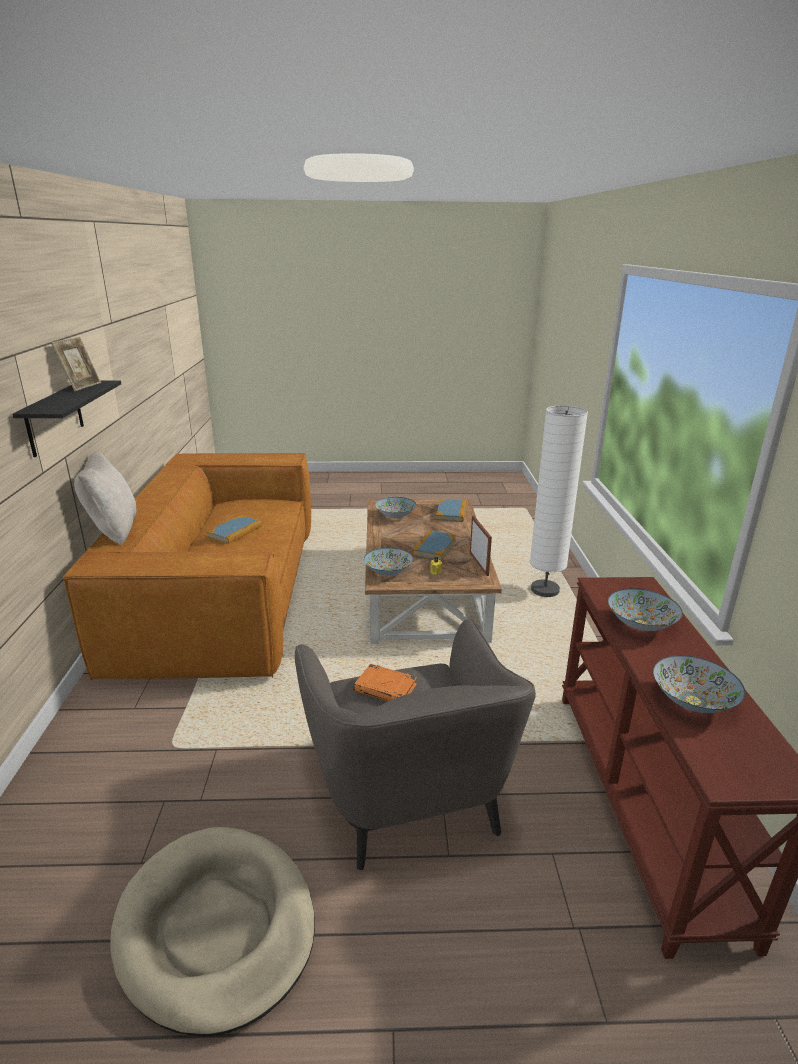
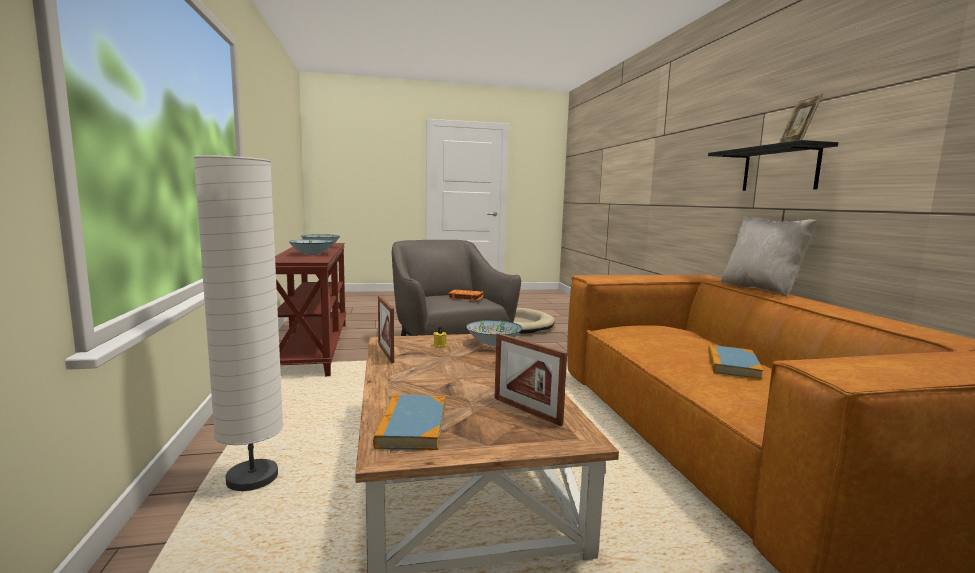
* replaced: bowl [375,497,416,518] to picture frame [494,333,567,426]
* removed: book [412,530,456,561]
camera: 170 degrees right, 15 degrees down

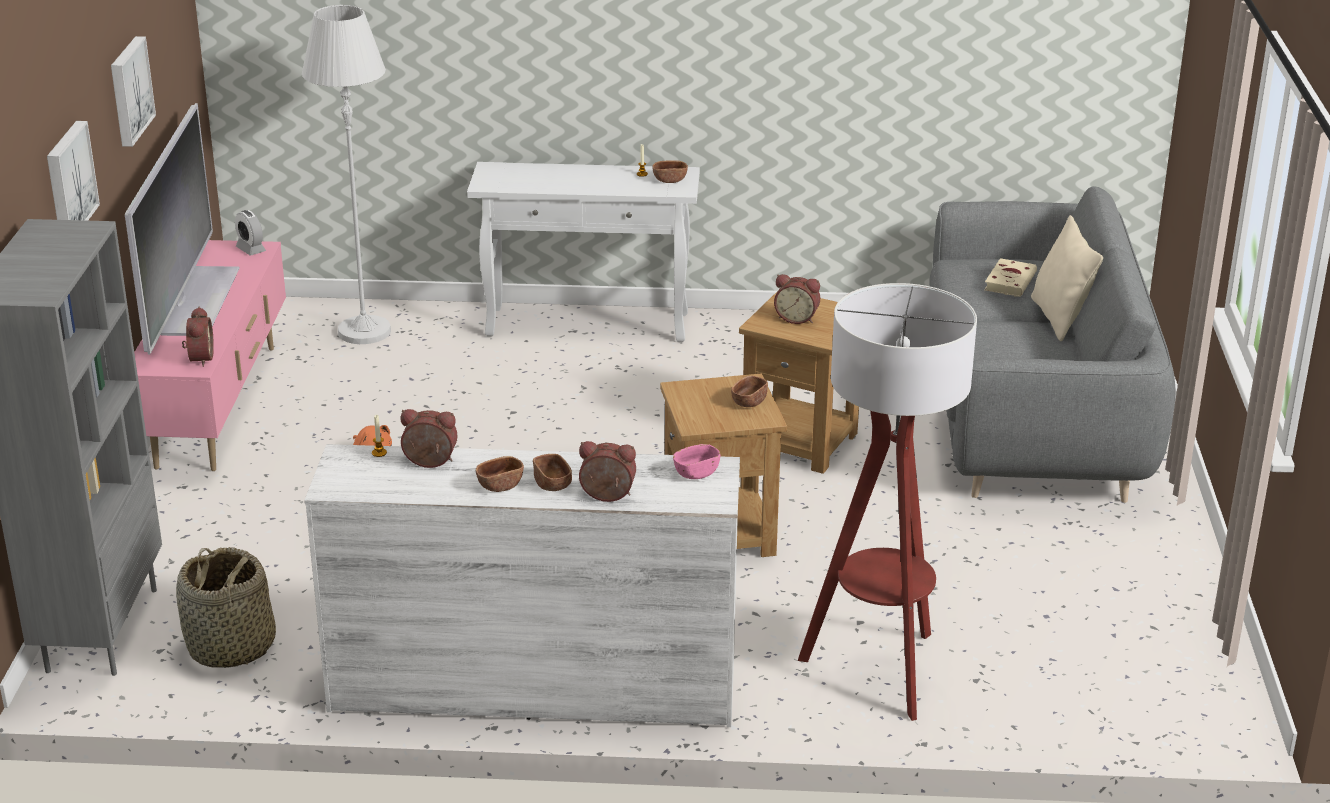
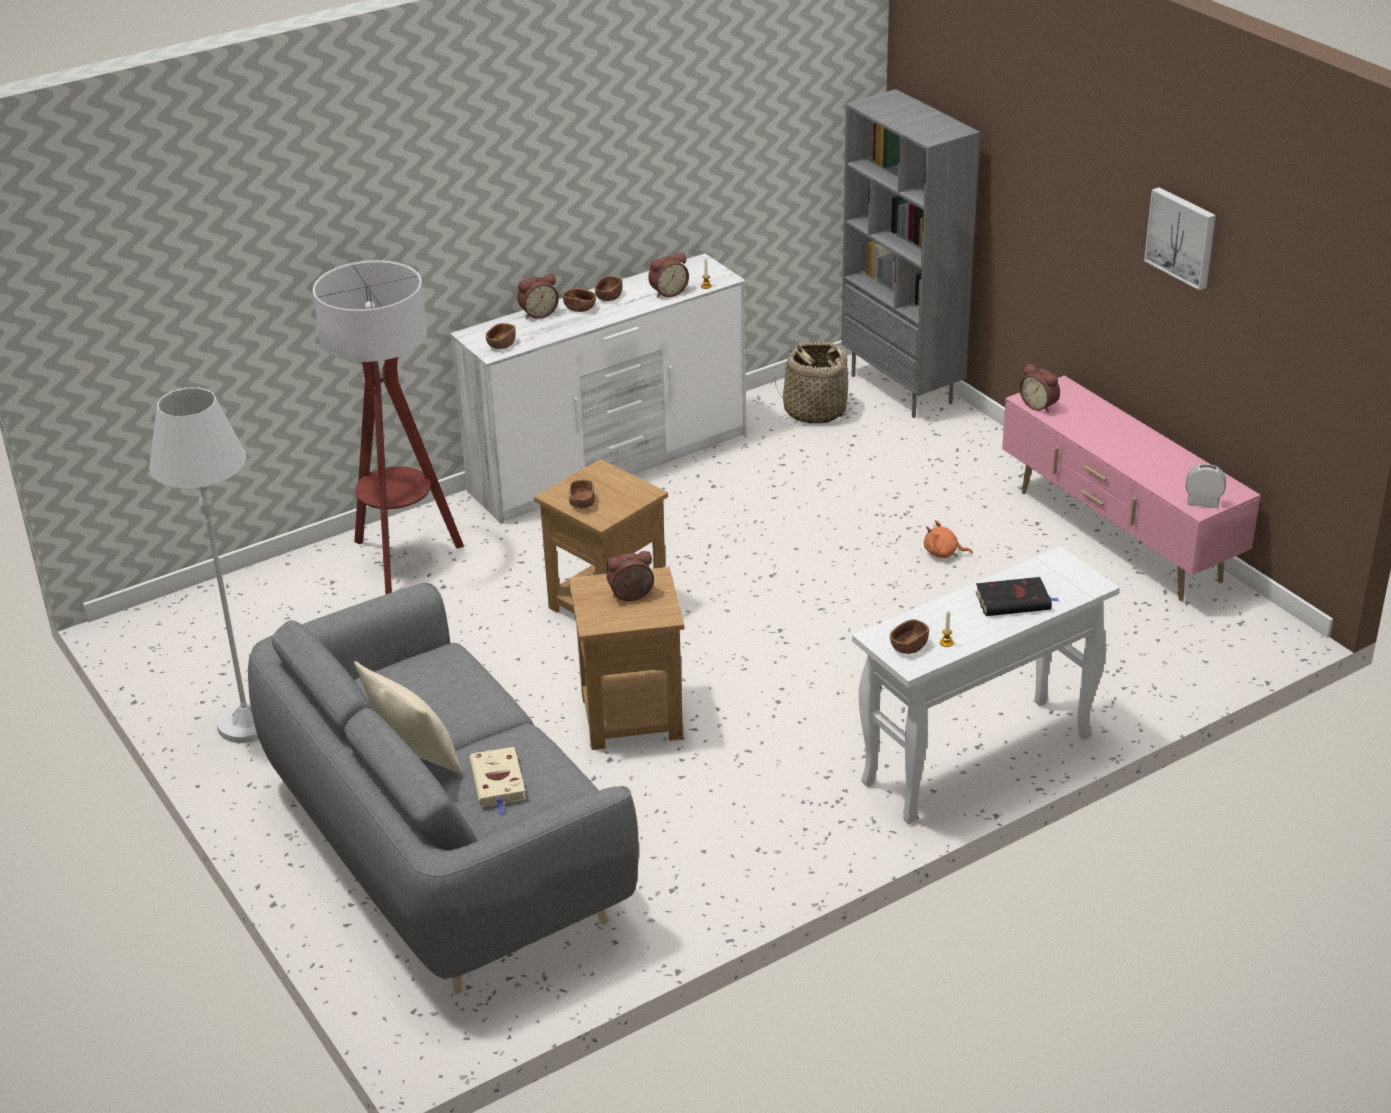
* moved: floor lamp (white) [302,5,391,344] to [149,387,259,743]
* recoloured: bowl (pink) [673,444,720,479] to bowl (brown) [486,323,516,349]
* added: book (black) [976,577,1060,616]
* removed: picture [47,121,100,221]
* removed: television [125,103,240,354]
camera: 145 degrees right, 5 degrees up

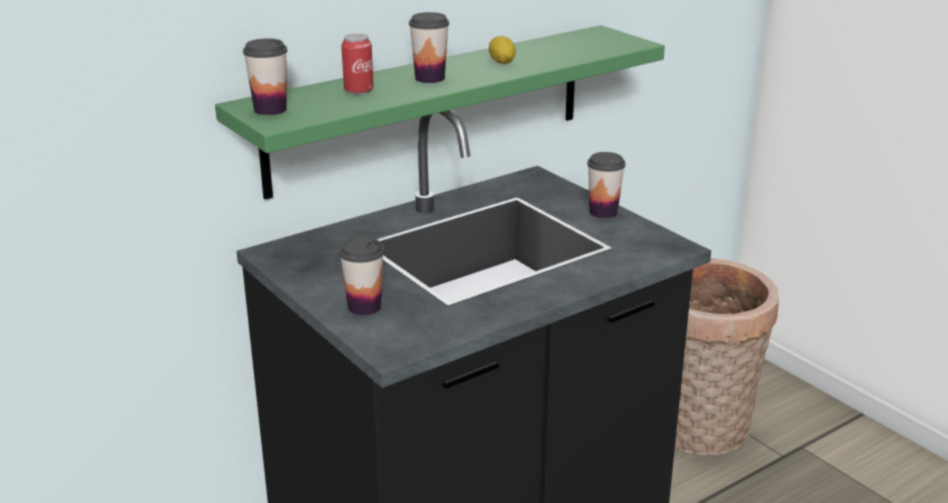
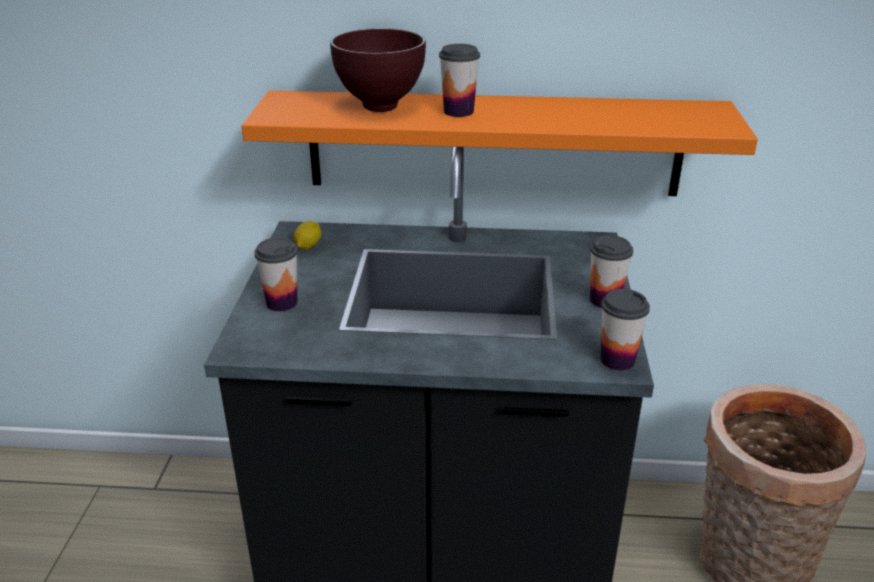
* recoloured: shelf (green) [215,25,665,199] to shelf (orange) [241,90,758,196]
* moved: lemon [489,36,516,64] to [294,221,321,250]
* replaced: can [341,34,374,94] to bowl (brown) [330,28,426,112]
* moved: cup [243,38,287,115] to [601,289,650,371]
camera: 40 degrees right, 5 degrees up

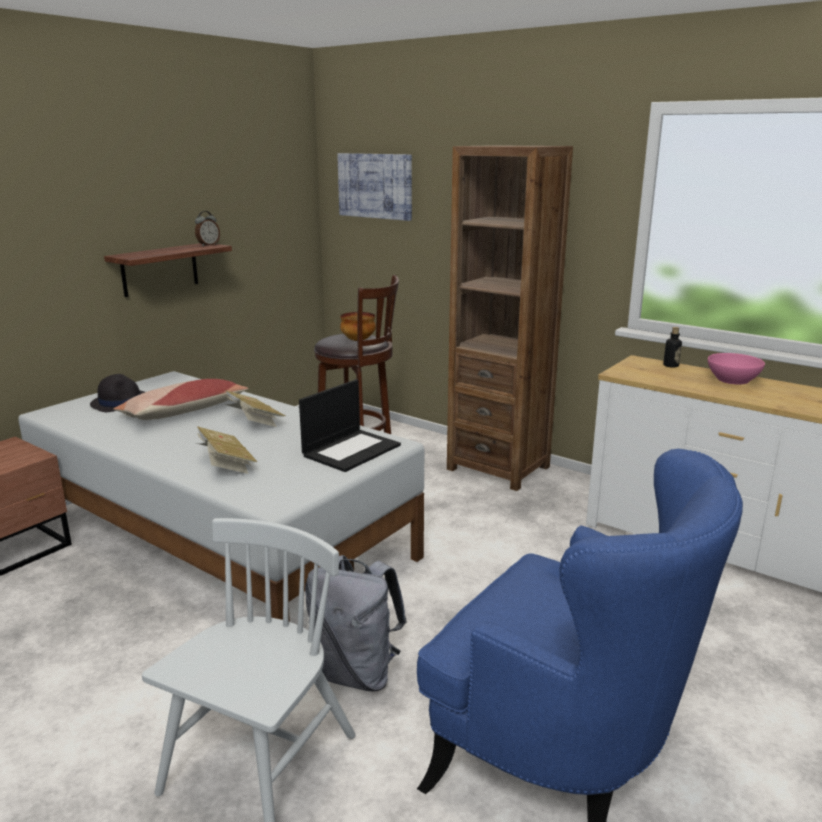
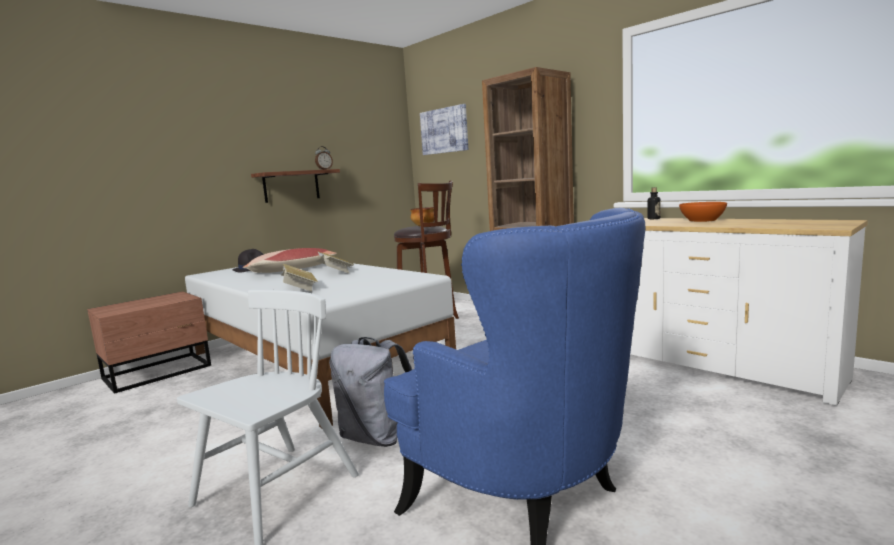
* recoloured: bowl (pink) [708,353,765,385] to bowl (orange) [679,202,727,222]
* removed: laptop [299,379,401,472]
camera: 10 degrees right, 10 degrees down

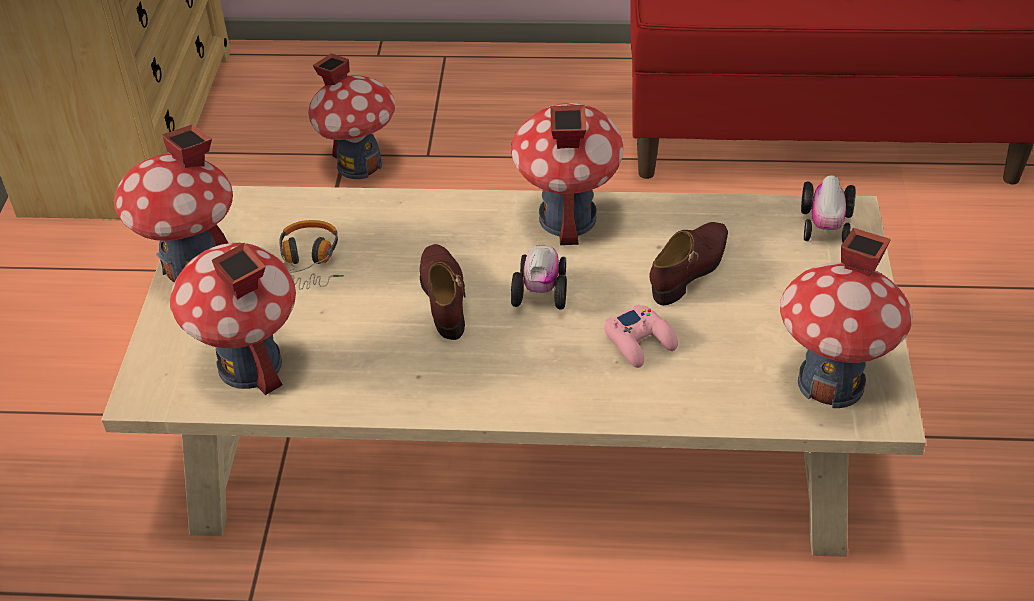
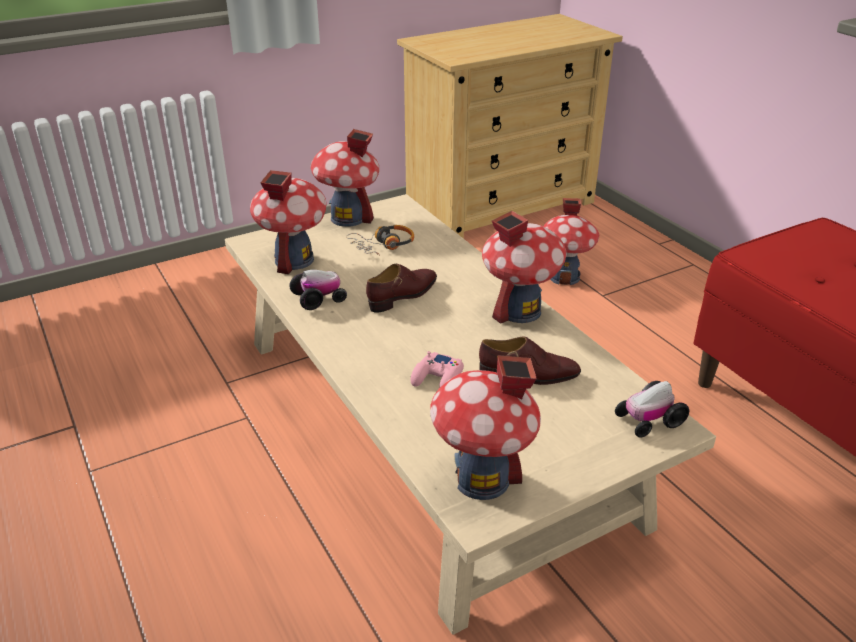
* moved: toy car [511,246,567,310] to [289,270,347,310]
camera: 55 degrees right, 10 degrees down

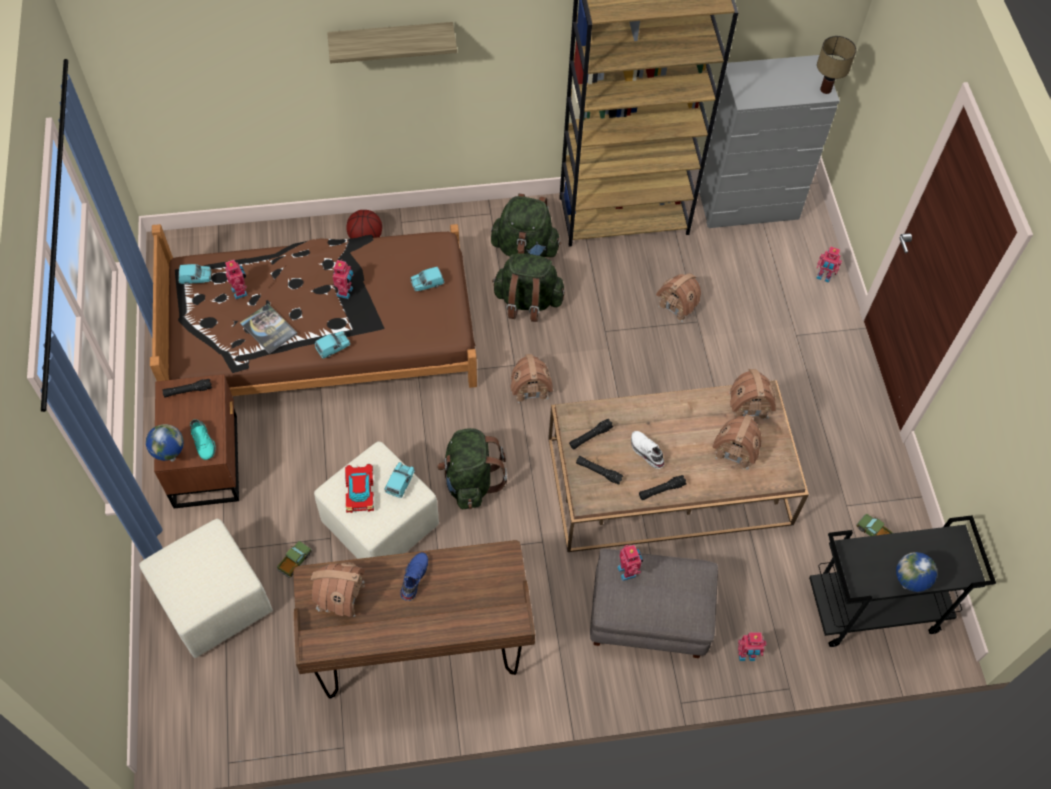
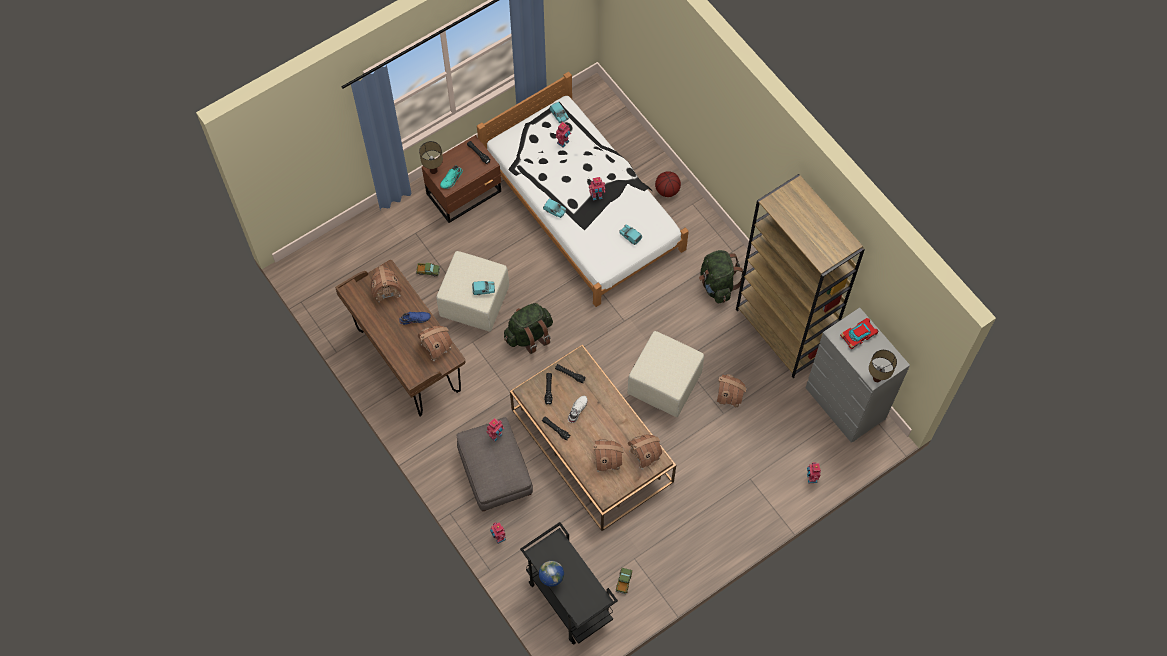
* moved: toy house [511,354,553,403] to [418,326,452,361]
* replaced: globe [146,424,184,461] to table lamp [419,141,443,174]
* recoloured: bed (brown) [150,224,477,396] to bed (white) [477,72,689,307]
* moved: ottoman (beige) [139,519,273,658] to [627,331,704,417]
* moved: toy car [345,464,374,513] to [840,318,878,349]
* removed: book [240,304,297,354]
* removed: shelf [327,22,457,63]
* removed: backpack (green) [492,253,565,322]
camera: 65 degrees right, 5 degrees up

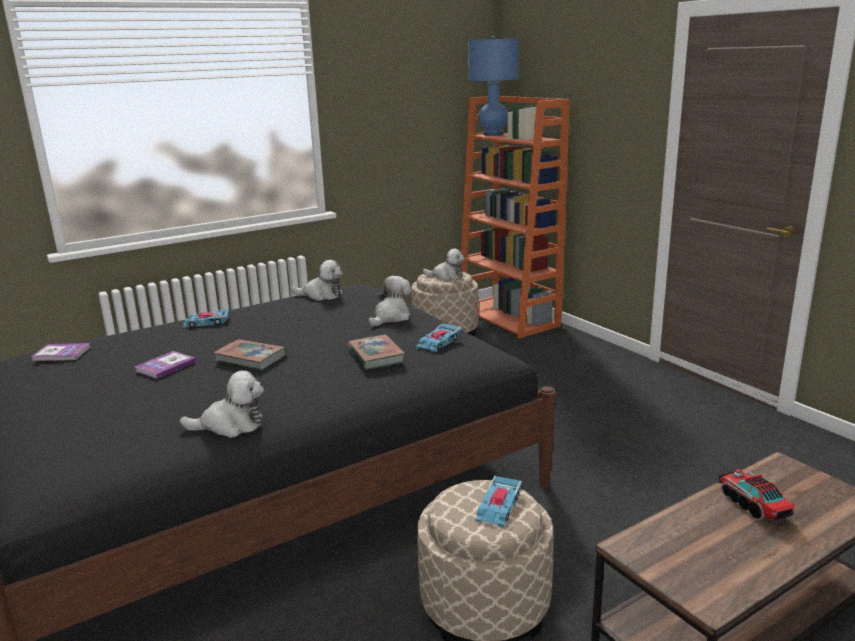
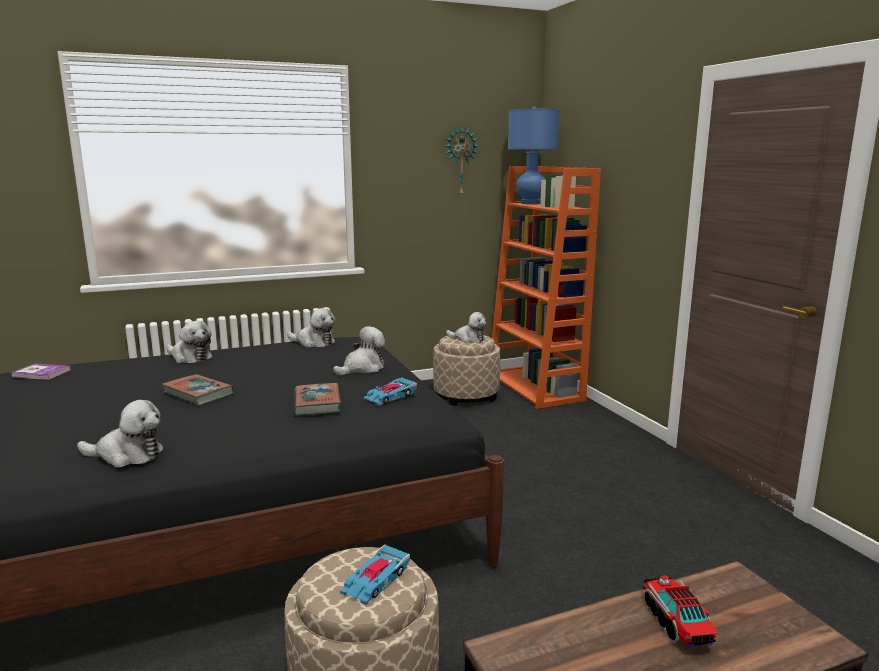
* replaced: toy car [183,309,230,328] to plush toy [166,321,213,363]
* added: wall clock [445,126,478,197]
* removed: book [135,351,196,379]
camera: 10 degrees right, 5 degrees down

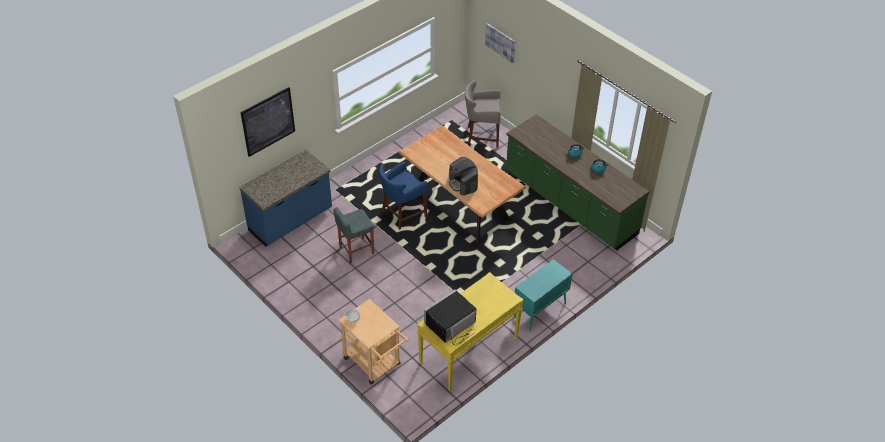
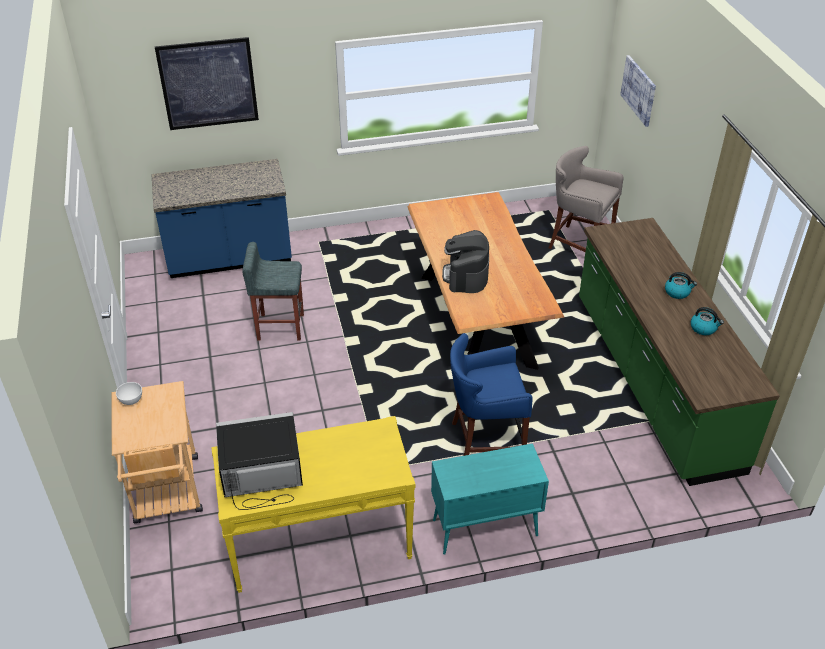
* moved: stool (blue) [379,162,428,230] to [450,333,533,456]
camera: 30 degrees right, 5 degrees down

